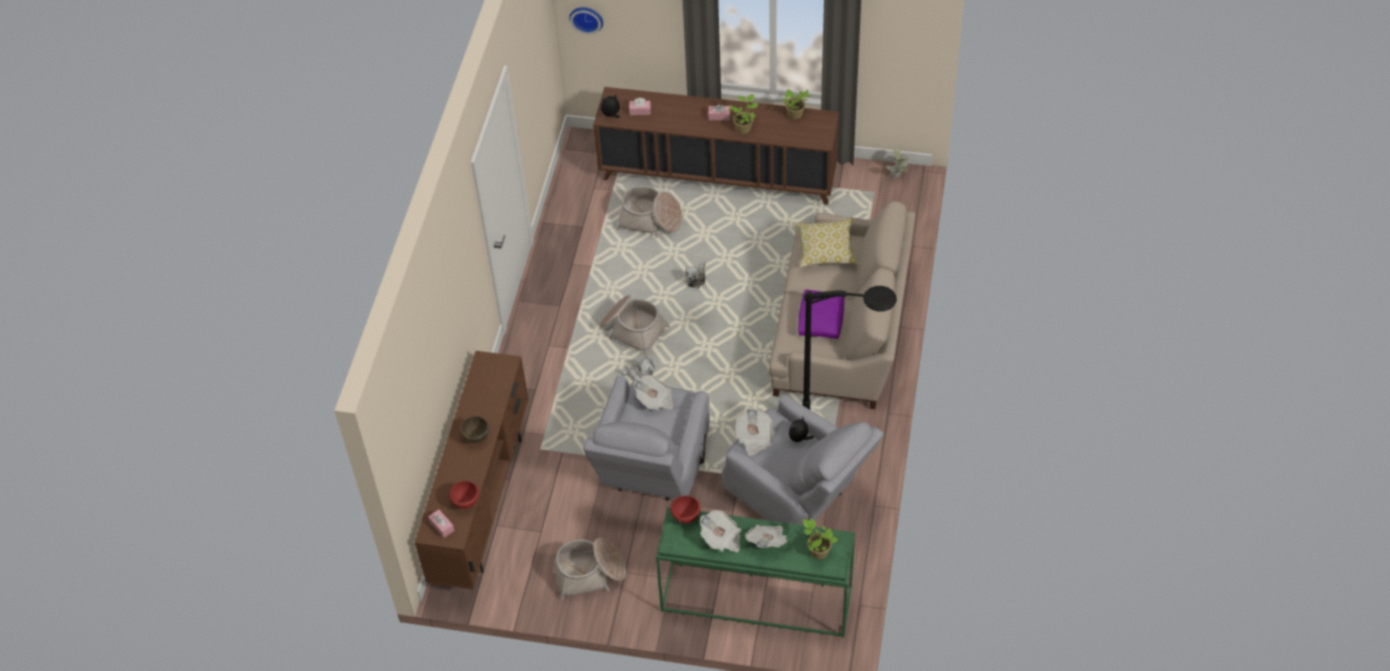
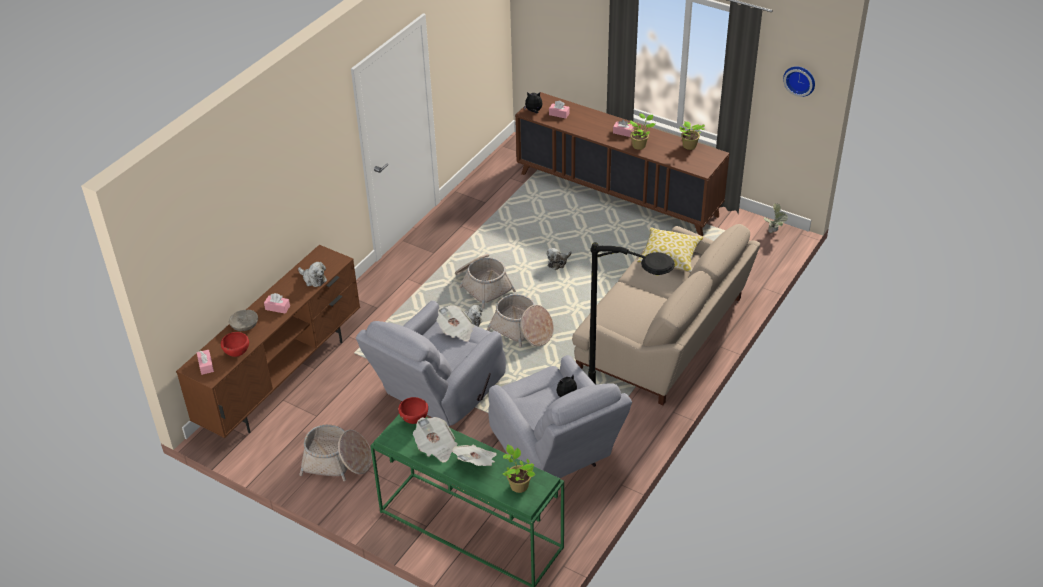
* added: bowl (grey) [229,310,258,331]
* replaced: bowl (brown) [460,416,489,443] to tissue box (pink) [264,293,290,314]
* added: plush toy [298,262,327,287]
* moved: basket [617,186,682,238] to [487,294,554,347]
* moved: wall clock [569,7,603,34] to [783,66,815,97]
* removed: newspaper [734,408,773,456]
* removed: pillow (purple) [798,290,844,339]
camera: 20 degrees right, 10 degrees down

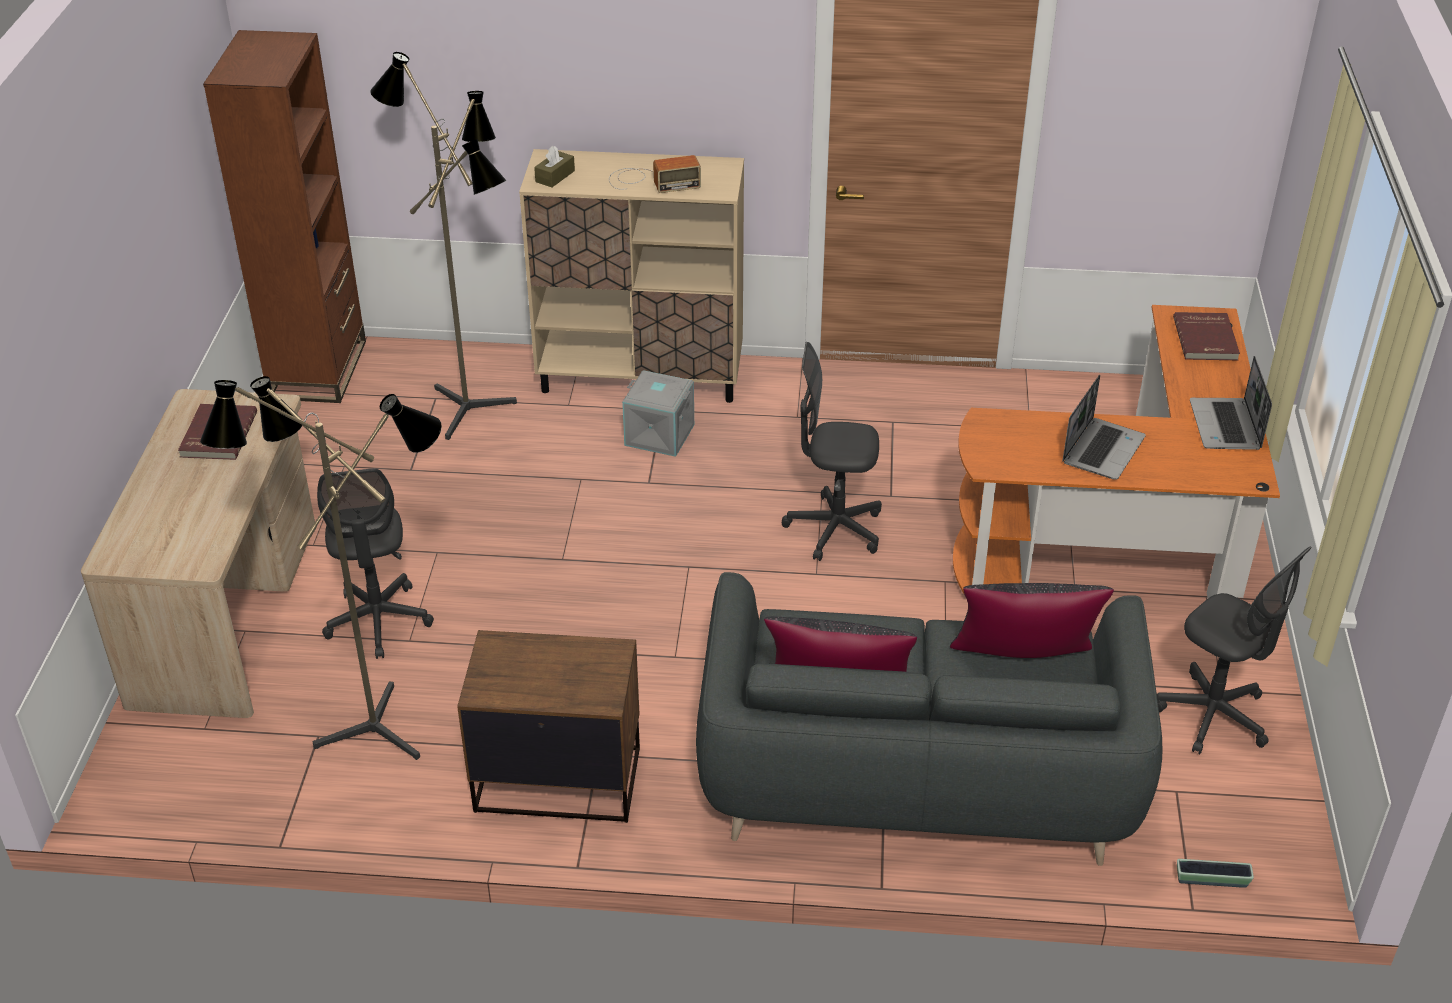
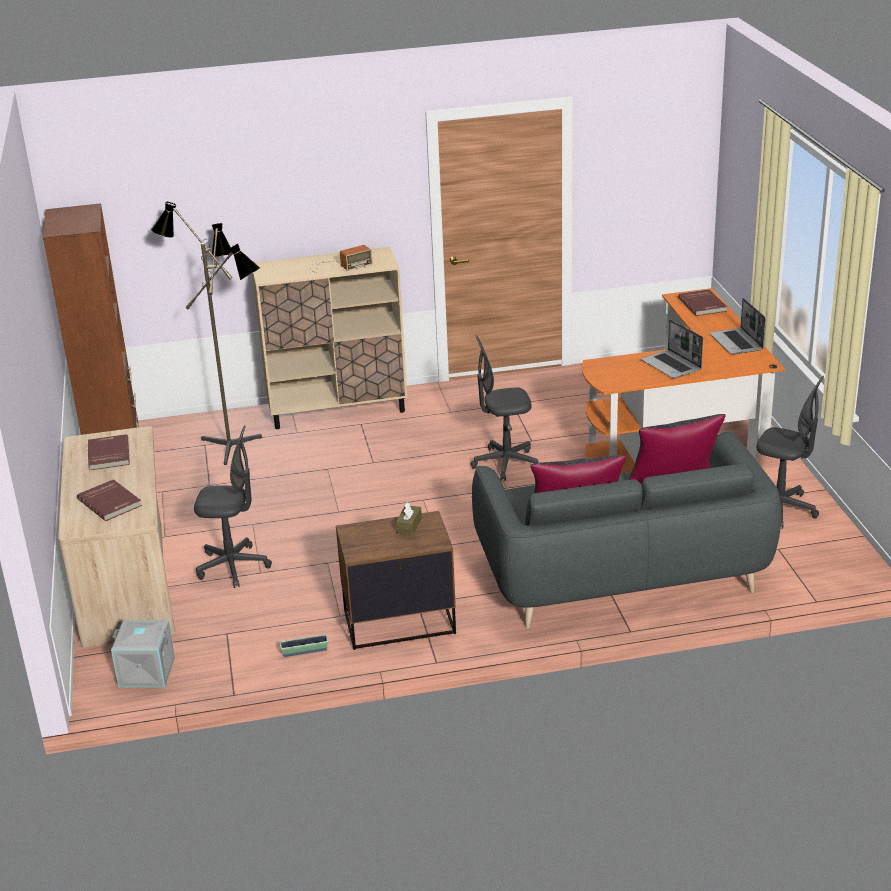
* added: book (red) [77,479,142,521]
* moved: storage box (grey) [622,370,694,457] to [111,620,175,688]
* turned: office chair (grey) [317,469,434,659] = [194,425,272,588] 60 degrees counterclockwise
* moved: planter [1177,859,1254,888] to [279,635,328,657]
* moved: tissue box (brown) [534,146,575,187] to [396,502,422,535]
* turned: laptop [1062,375,1146,480] = [641,319,703,378] 135 degrees clockwise
* removed: floor lamp [200,376,442,760]
camera: 15 degrees left, 10 degrees down

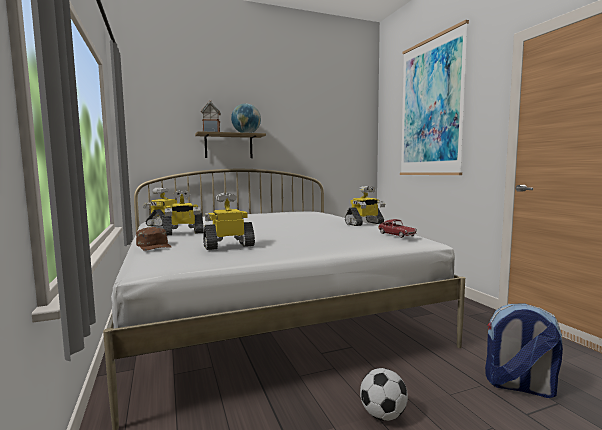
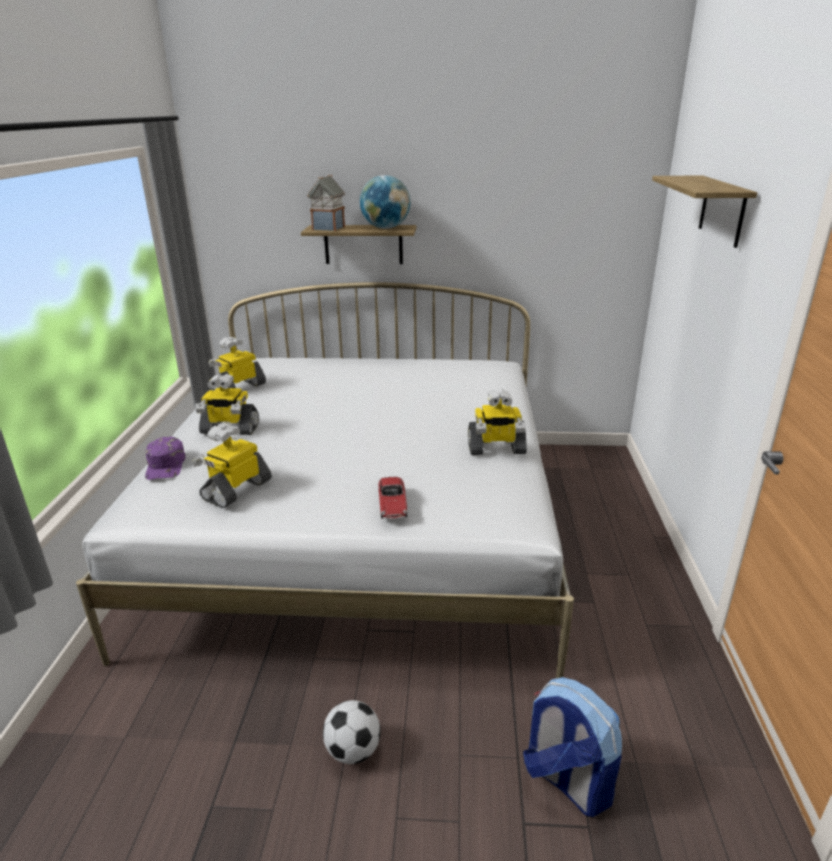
* recoloured: cap (brown) [136,227,171,251] to cap (purple) [145,437,186,480]
* turned: toy robot [203,193,255,250] = [192,423,272,508] 60 degrees counterclockwise
* moved: toy car [378,219,417,238] to [378,477,407,519]
* replaced: picture [400,20,469,175] to shelf [652,176,757,248]
camera: 25 degrees right, 20 degrees up

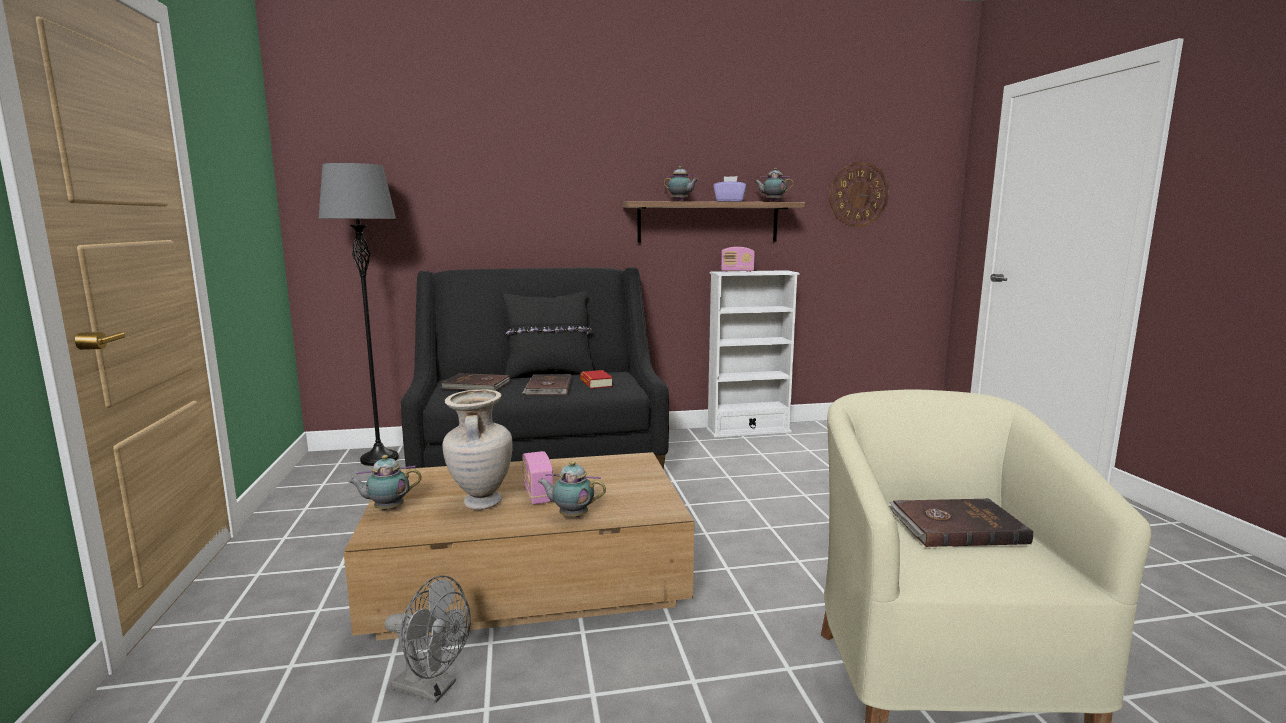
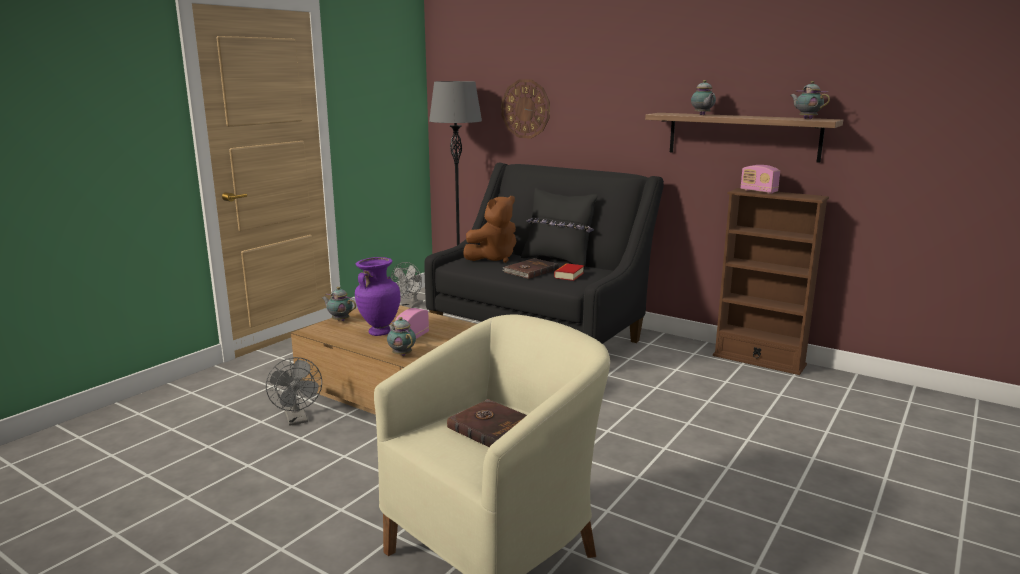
* recoloured: vase (beige) [442,389,513,510] to vase (purple) [355,257,400,336]
* added: fan (grey) [391,262,423,308]
* replaced: book (brown) [442,373,510,391] to plush toy (brown) [463,196,516,263]
* moved: wall clock [830,162,889,227] to [502,79,550,139]
* recoloured: bookcase (white) [706,270,799,438] to bookcase (brown) [713,188,829,375]
* removed: tissue box (purple) [714,176,746,202]
camera: 45 degrees right, 5 degrees up

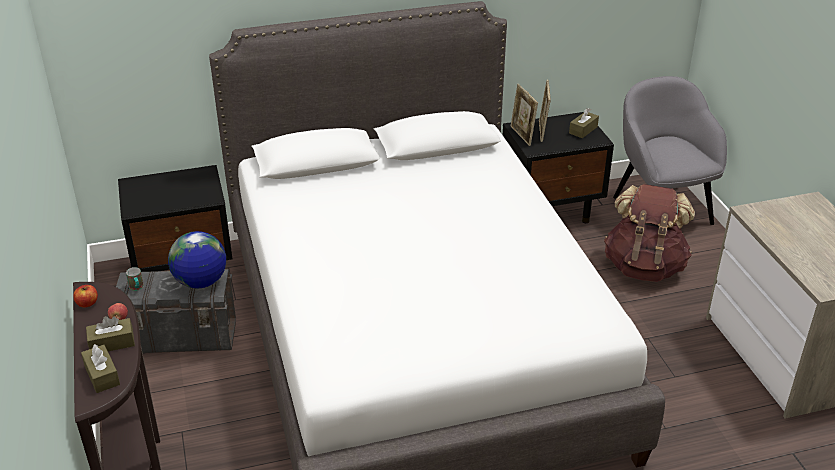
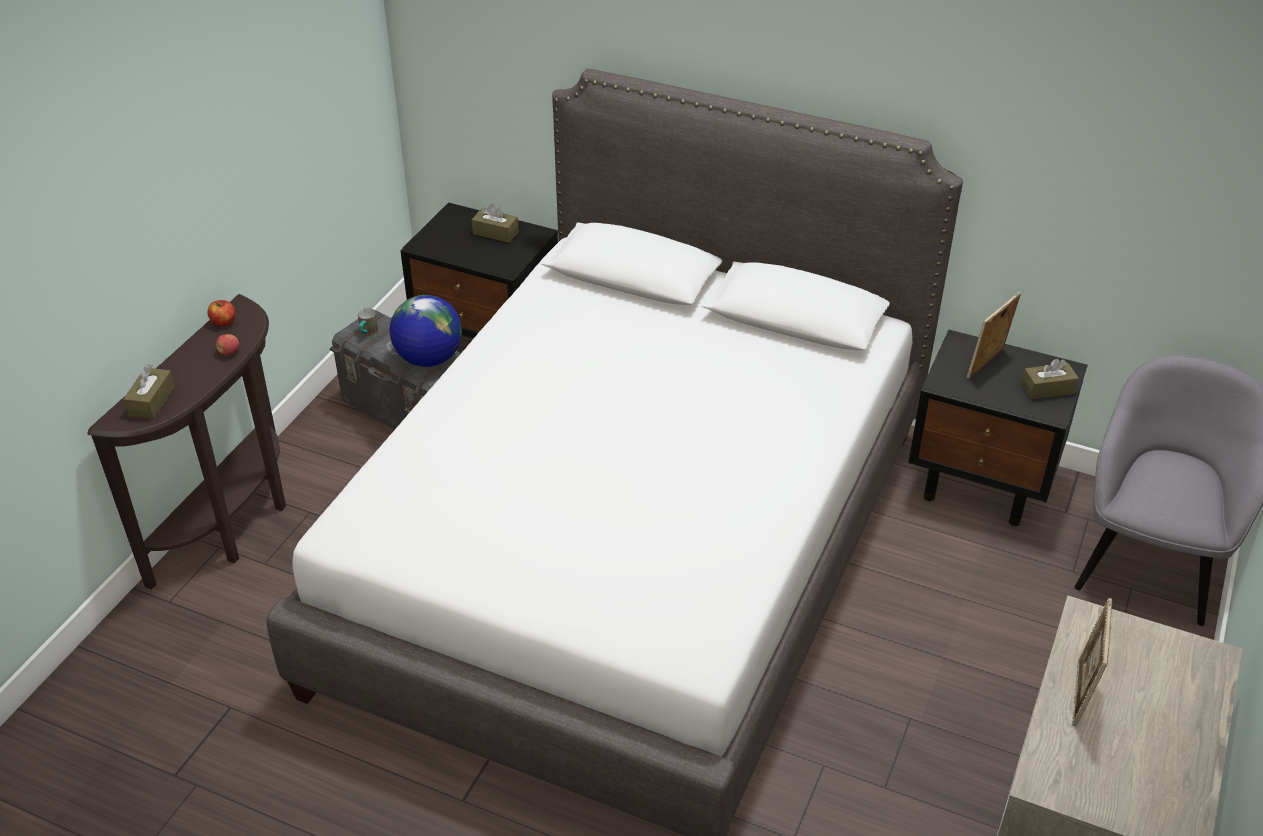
* moved: tissue box (brown) [86,316,135,351] to [472,204,519,243]
* moved: picture frame [511,84,538,146] to [1072,598,1112,726]
* removed: backpack (brown) [604,184,695,282]
camera: 40 degrees right, 5 degrees up

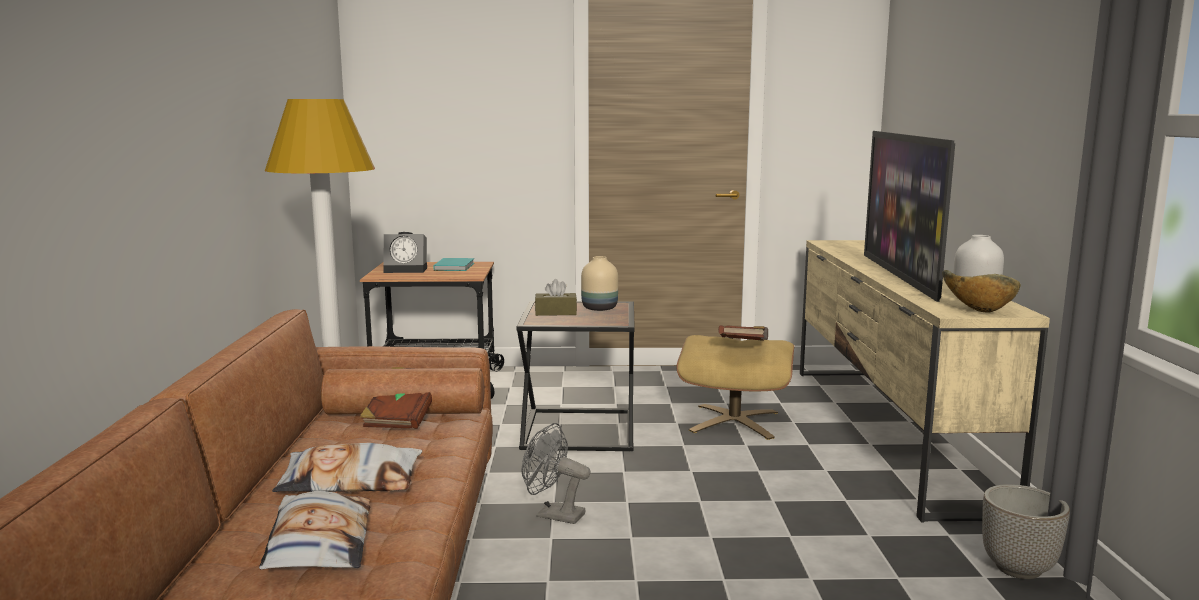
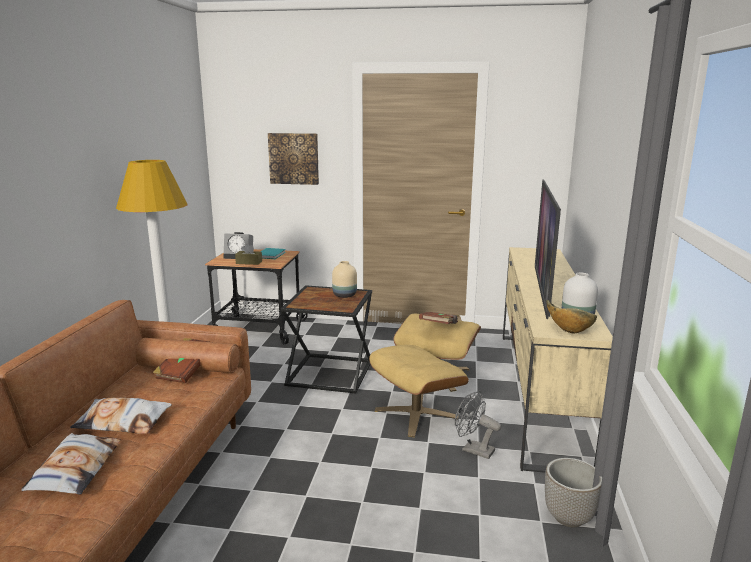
* moved: tissue box (brown) [535,279,577,316] to [235,243,262,265]
* added: picture [268,133,319,185]
* added: ottoman (beige) [369,345,469,437]
* moved: fan (grey) [522,423,590,524] to [455,391,501,459]
camera: 10 degrees right, 5 degrees up

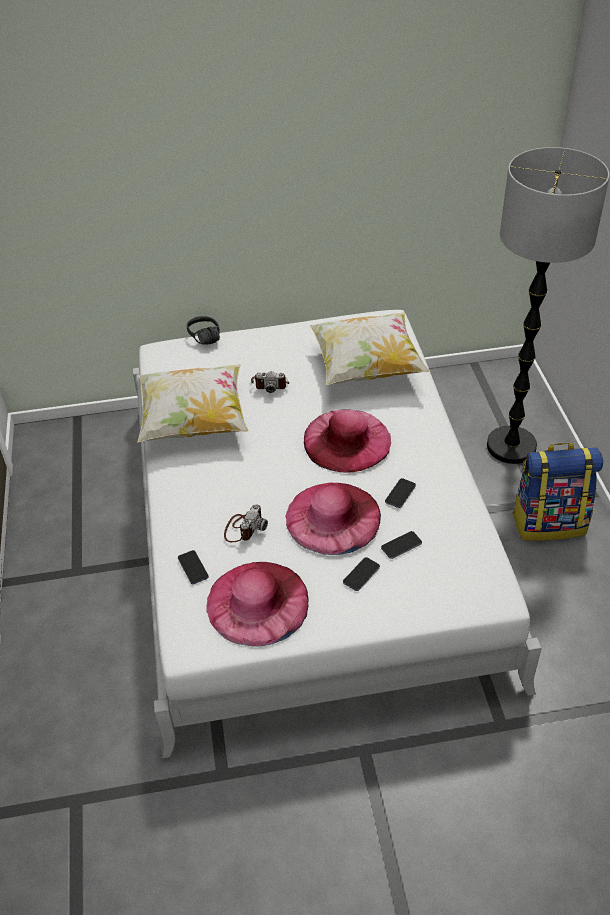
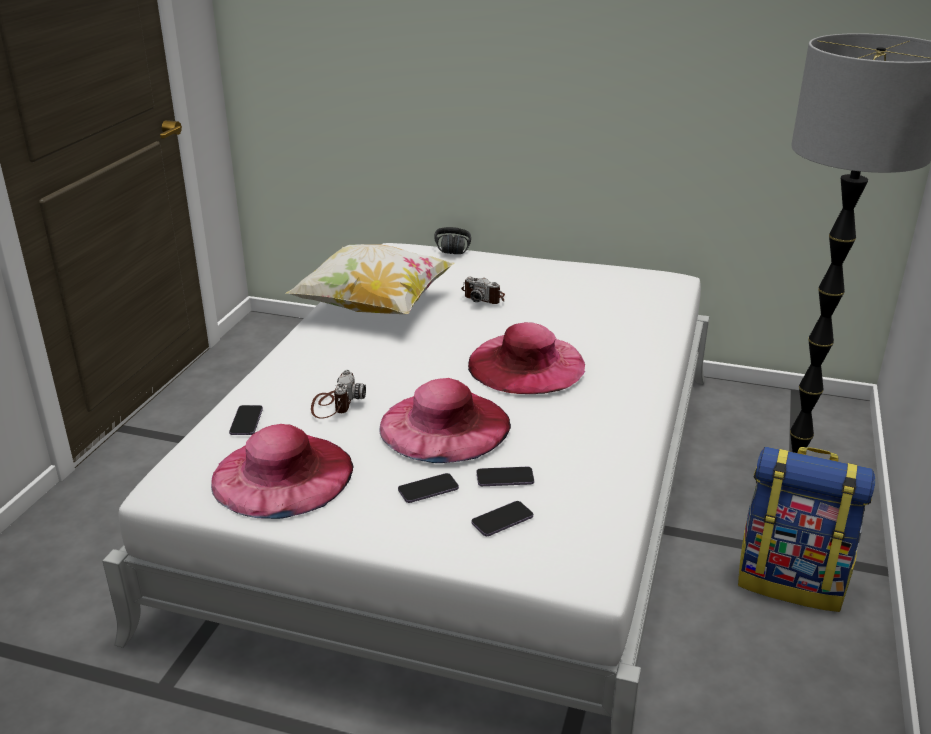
* turned: photo camera [224,504,268,542] = [311,370,366,419] 45 degrees counterclockwise
* moved: phone [385,478,416,508] to [471,501,533,536]
* removed: pillow [309,312,429,385]
camera: 25 degrees right, 15 degrees down

